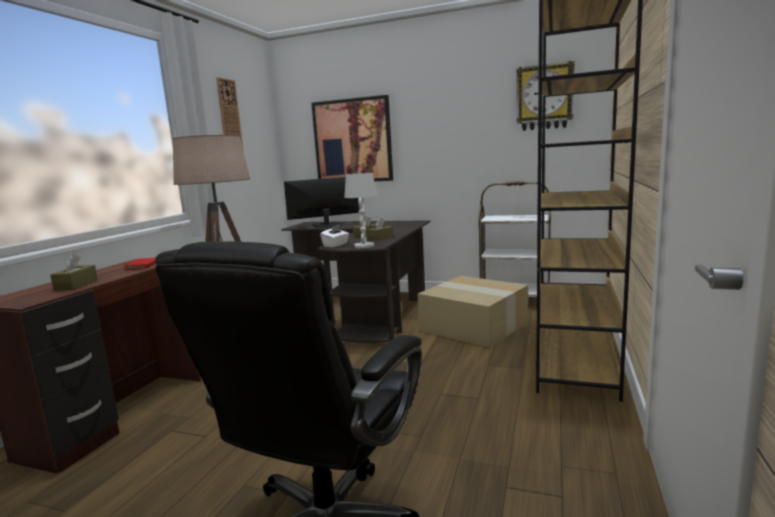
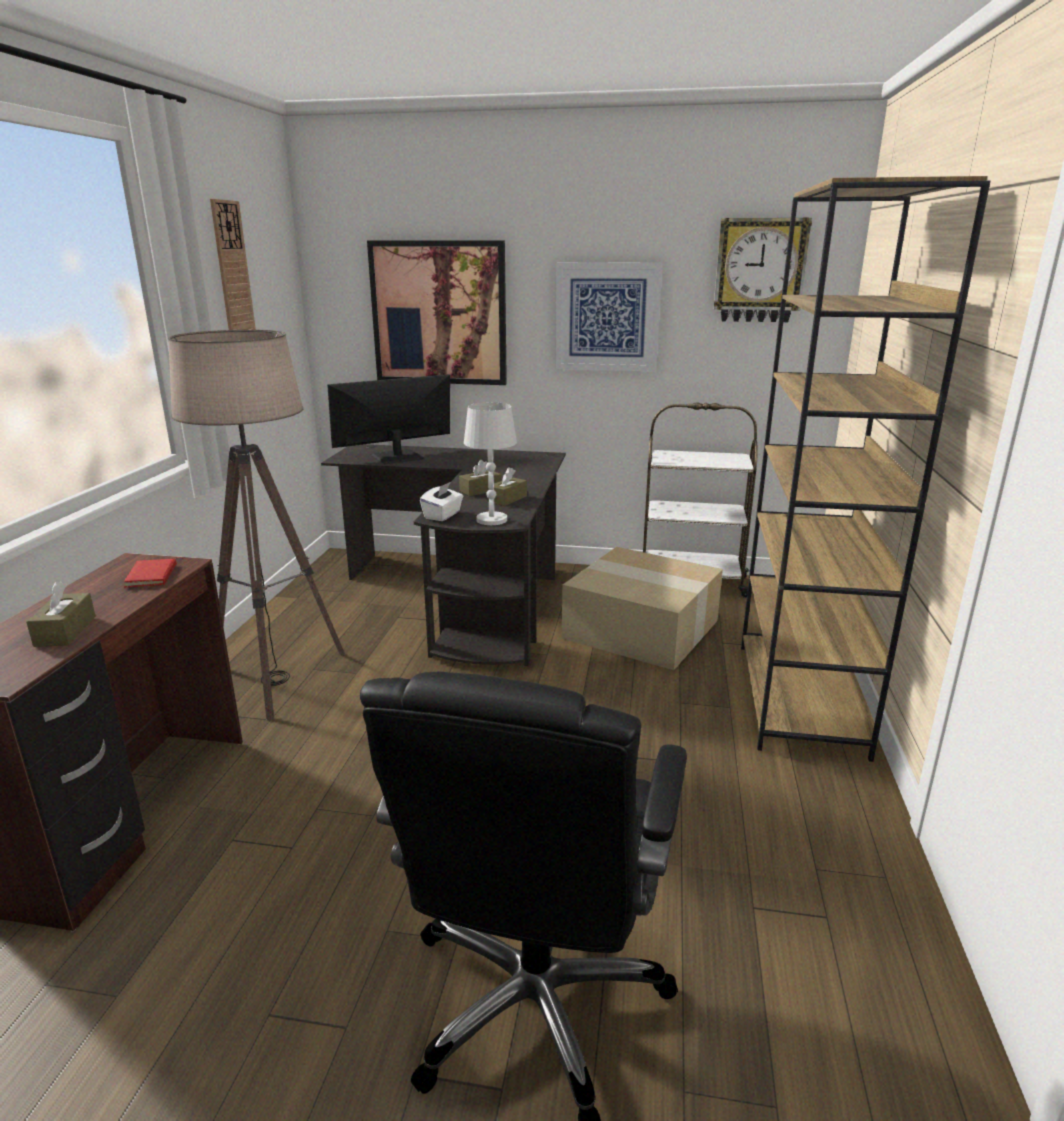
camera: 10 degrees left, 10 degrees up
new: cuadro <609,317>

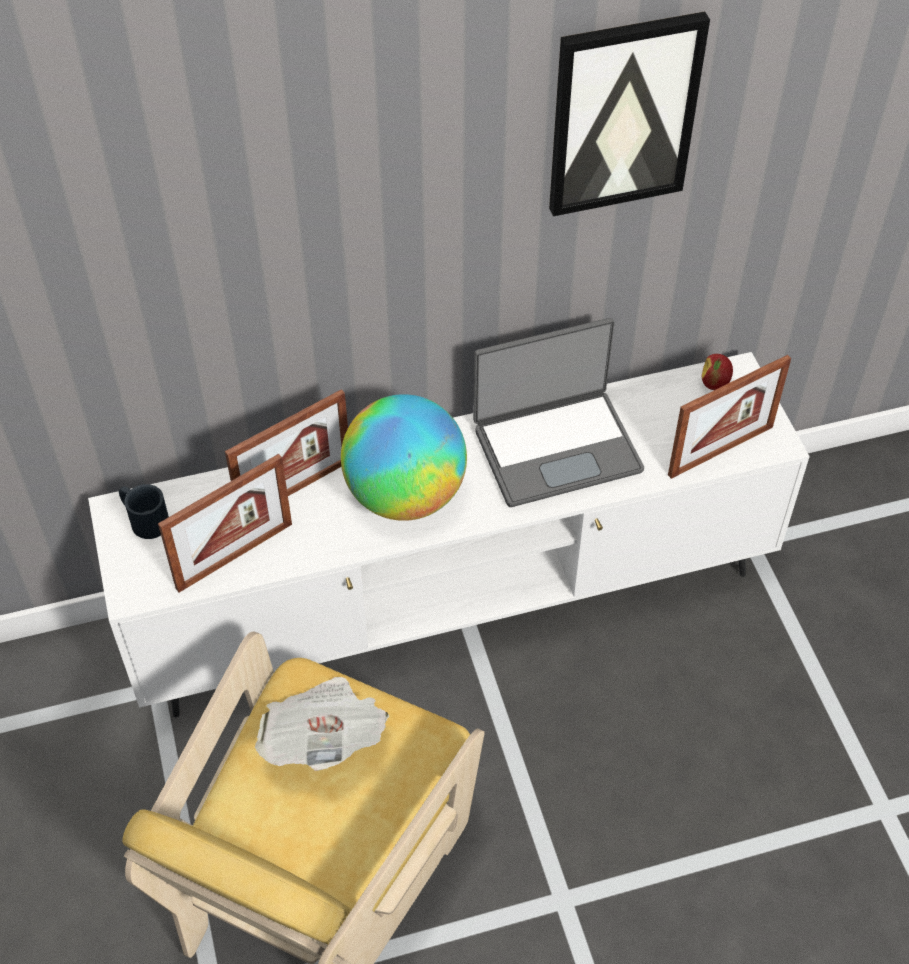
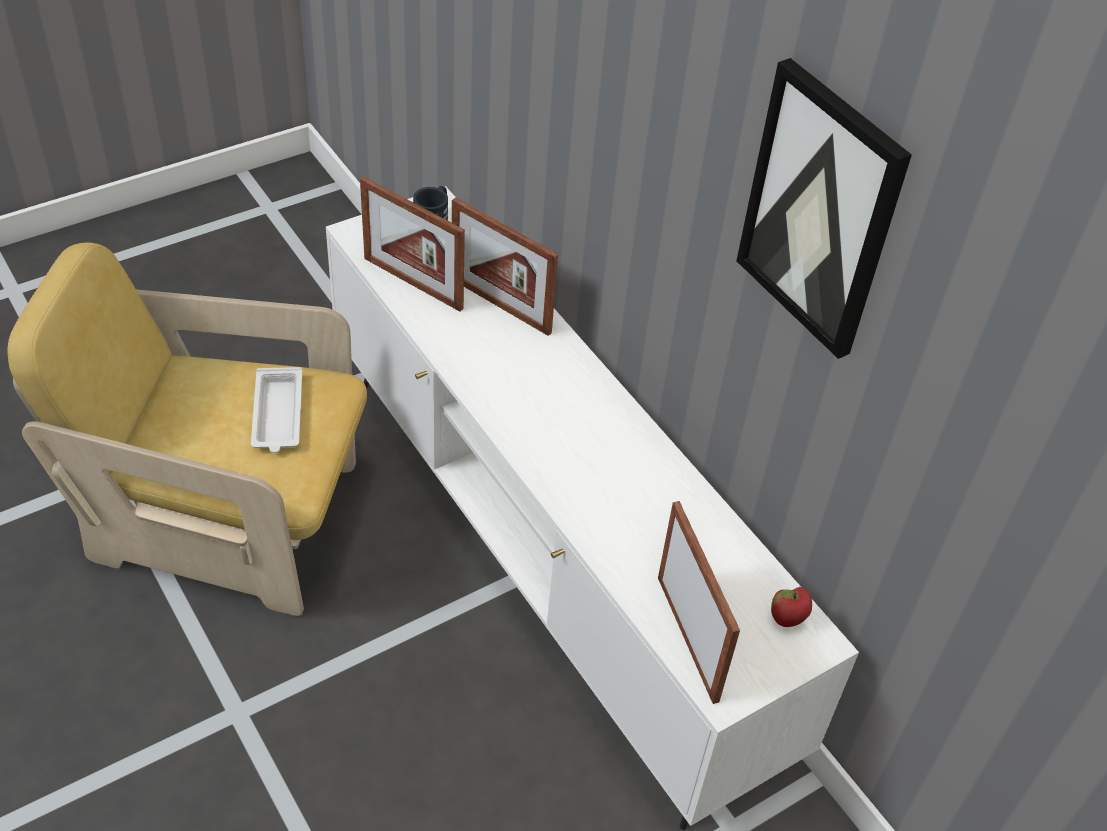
camera: 70 degrees right, 5 degrees down
gone: globo terráqueo <404,457>; portátil <558,412>
swapped: periódico <322,724> to bandeja (blanco) <276,410>
rotated: portarretratos <729,417> = <699,602> 150 degrees counterclockwise

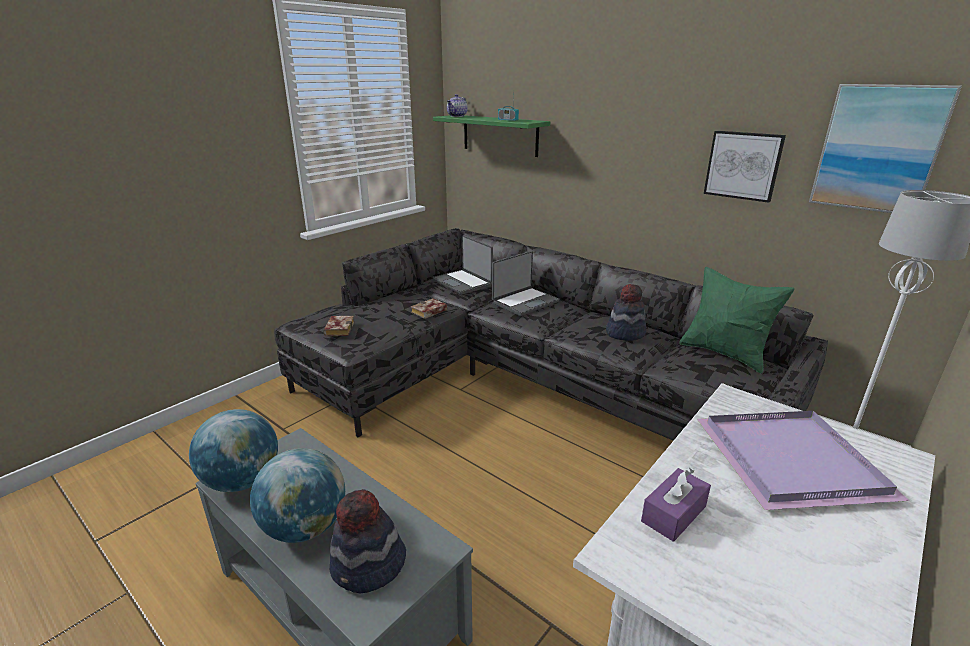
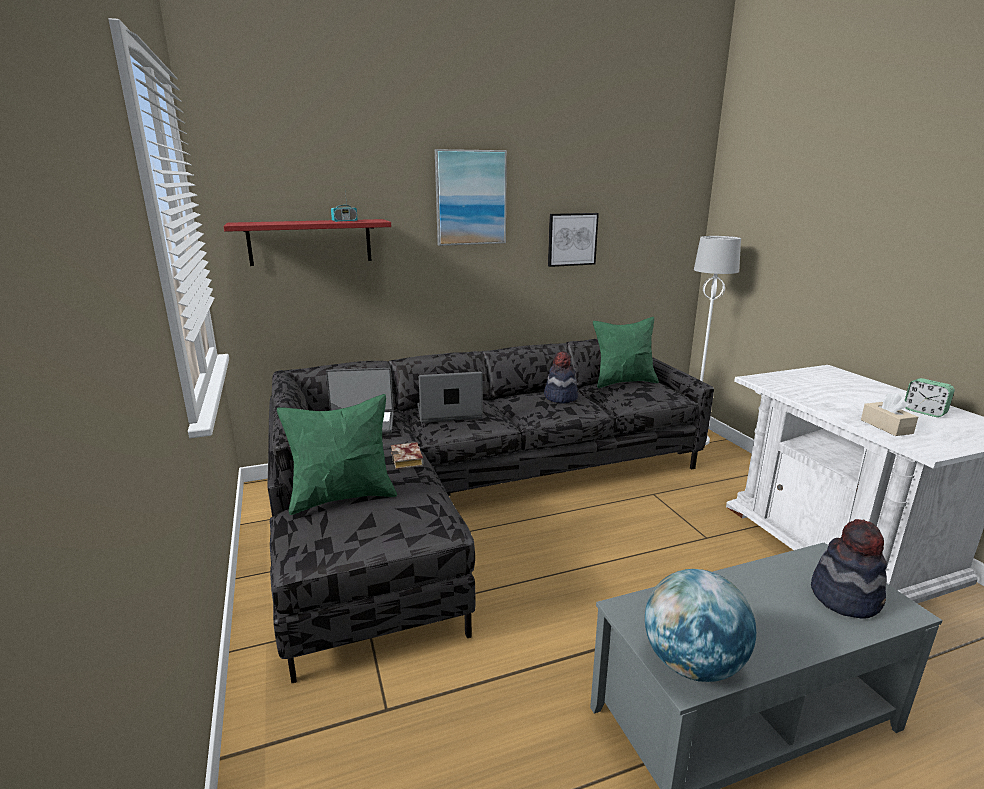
camera: 60 degrees left, 5 degrees down
gone: globo terráqueo <297,495>; libro <339,326>; tetera <457,105>; bandeja (morado) <803,460>
new: cojín (verde) <337,454>; despertador <930,397>
shifted: cuadro <885,148> to <471,197>
repainted: estante (verde) <491,136> to estante (rojo) <307,242>; caja de pañuelos (morado) <676,505> to caja de pañuelos (beis) <889,414>
rotated: portátil <525,283> = <450,397> 90 degrees counterclockwise

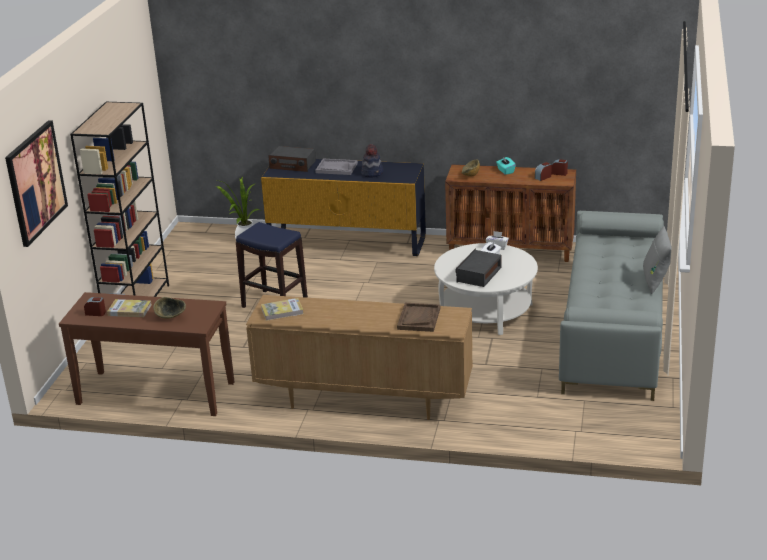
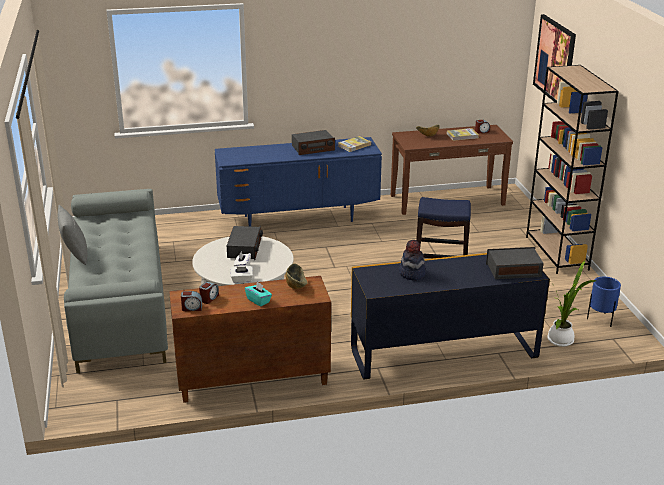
camera: 155 degrees right, 0 degrees up
gone: bandeja (gris) <336,167>; bandeja (marrón) <418,317>
new: radio <313,142>; maceta (azul) <604,302>
repainted: cómoda (marrón) <359,357> to cómoda (azul) <298,182>

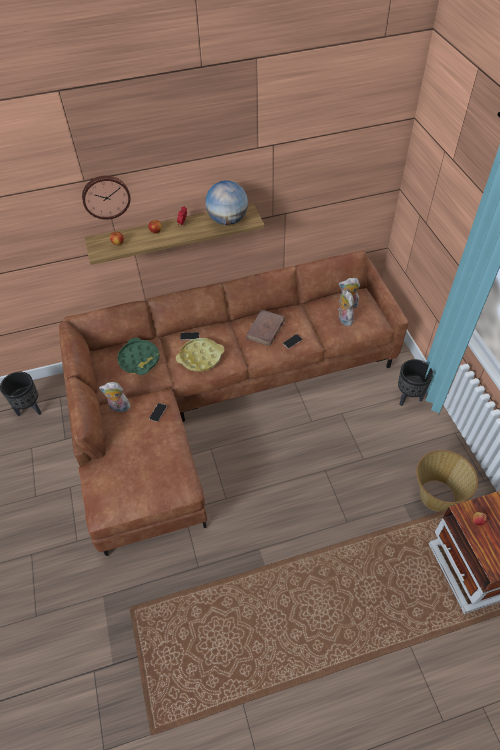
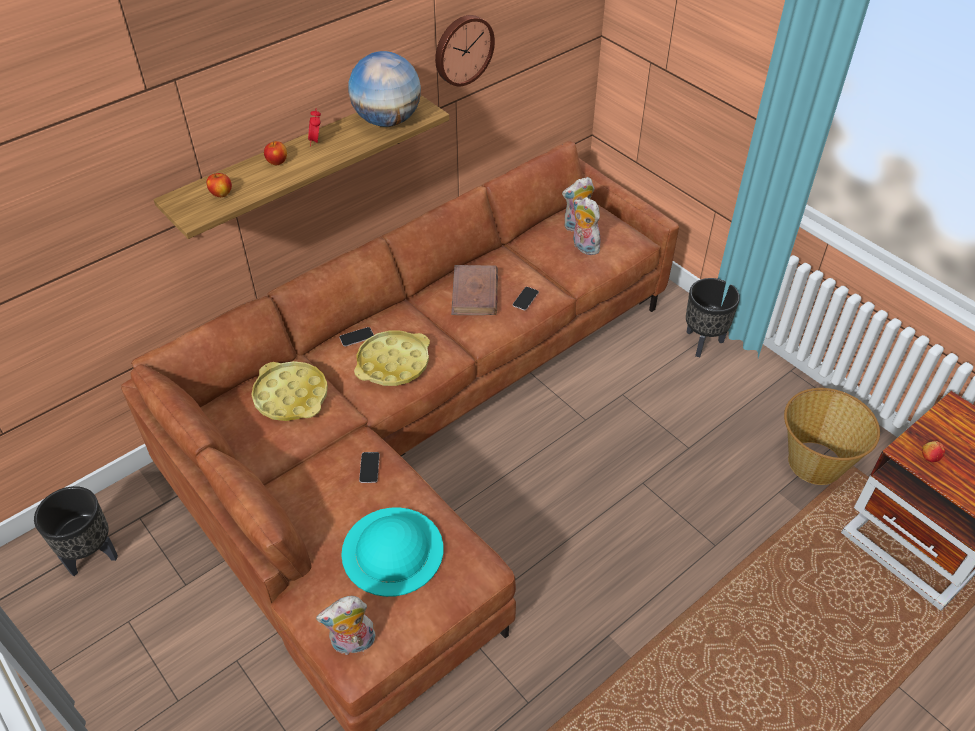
camera: 25 degrees left, 5 degrees down
new: sombrero (turquesa) <392,552>
shifted: peluche <115,397> to <346,625>; reloj de pared <106,198> to <465,50>
repainted: bandeja (verde) <138,356> to bandeja (amarillo) <289,391>

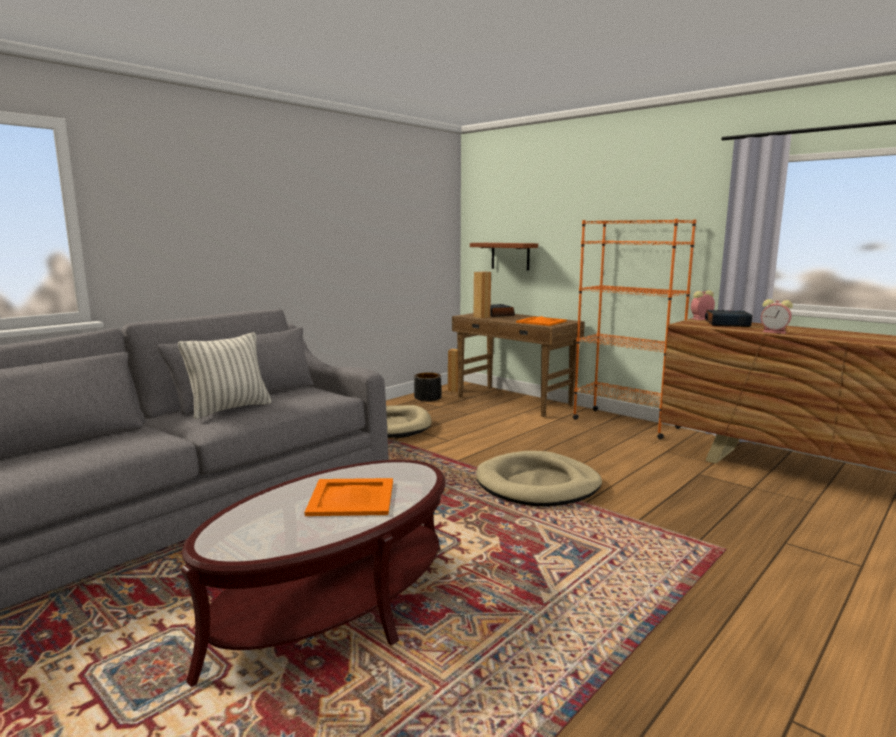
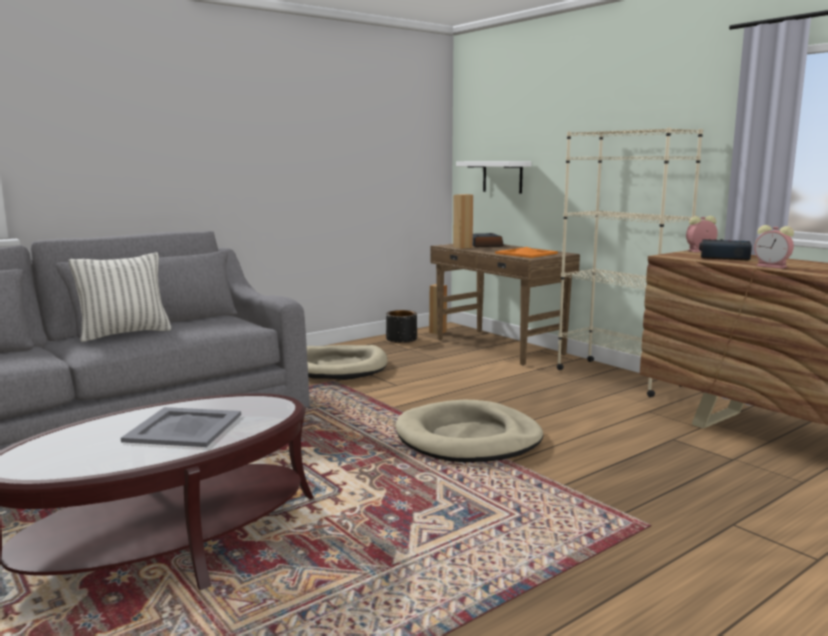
camera: 10 degrees right, 0 degrees up
repainted: bandeja (naranja) <348,497> to bandeja (gris) <181,427>; estante (marrón) <504,256> to estante (blanco) <493,177>; estantería (naranja) <634,329> to estantería (beis) <629,262>

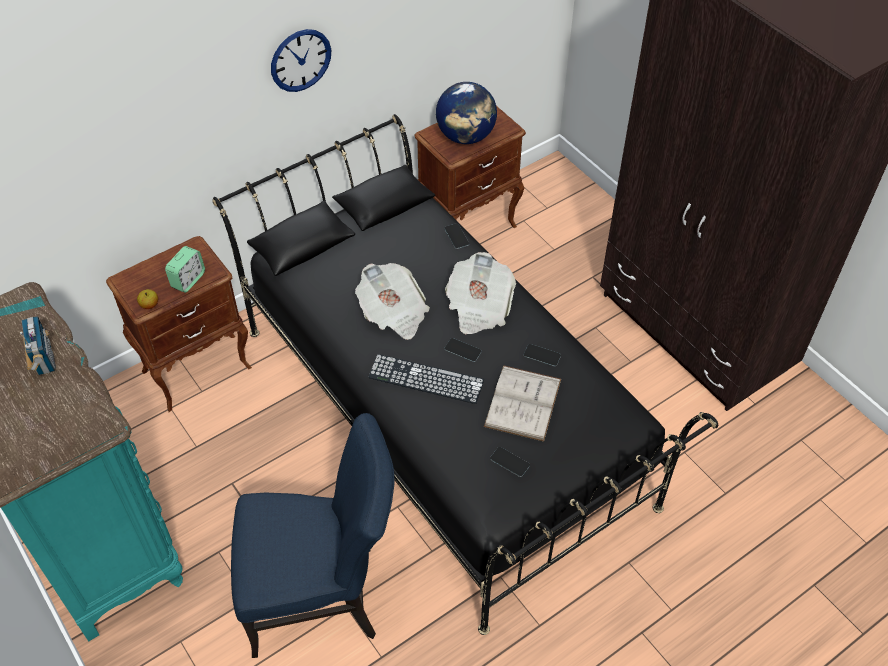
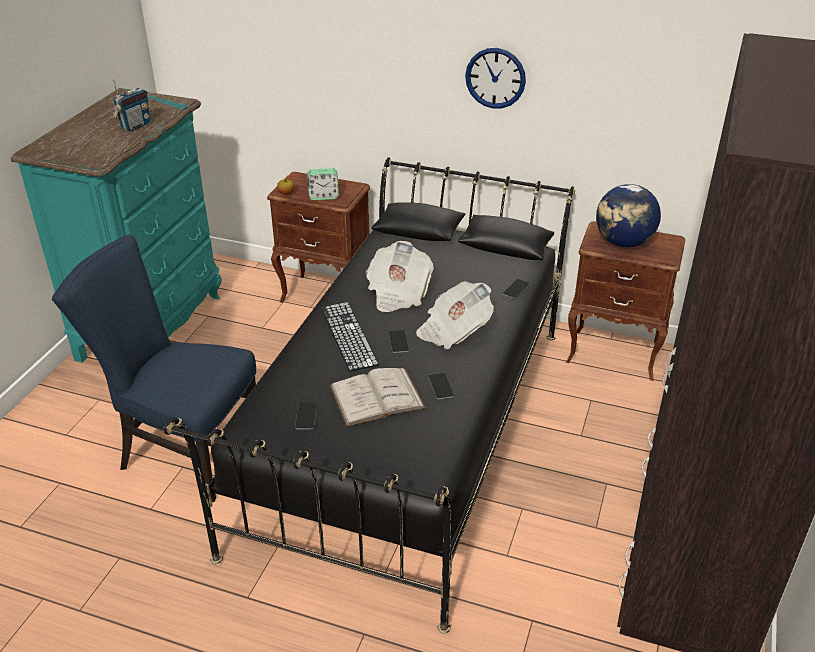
camera: 55 degrees right, 15 degrees down
rotated: silla (azul) <313,535> = <154,368> 150 degrees clockwise

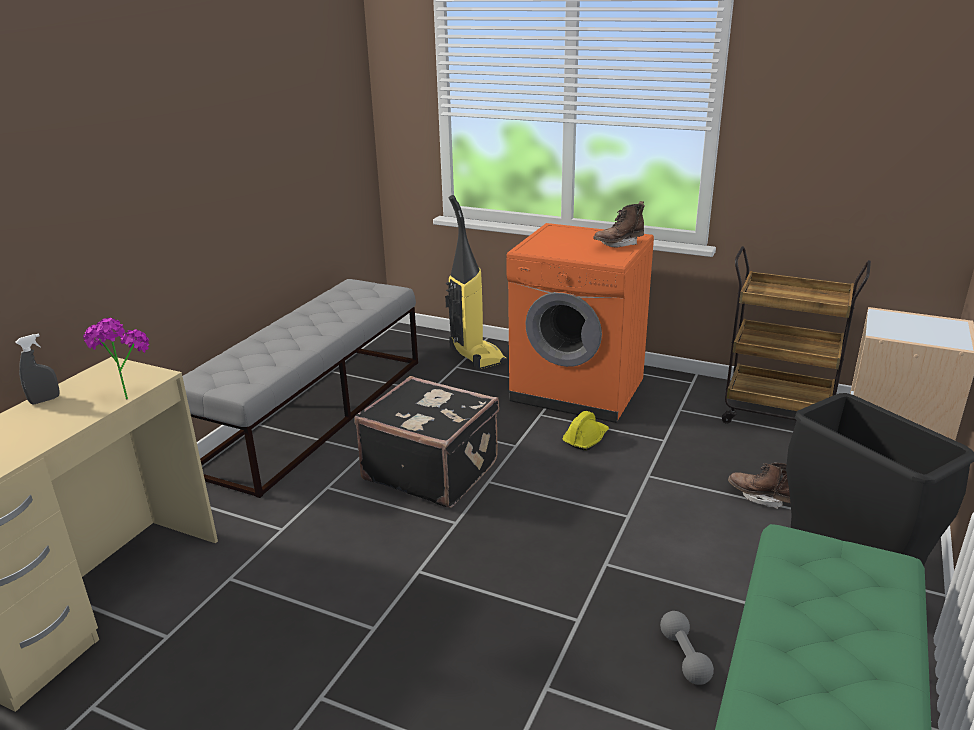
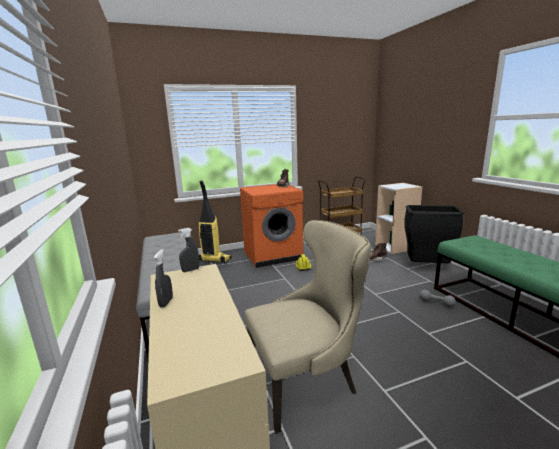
camera: 45 degrees left, 10 degrees down
gone: planta en maceta <116,358>; maleta (negro) <426,442>
new: pulverizador (gris) <189,250>; silla (beis) <308,327>

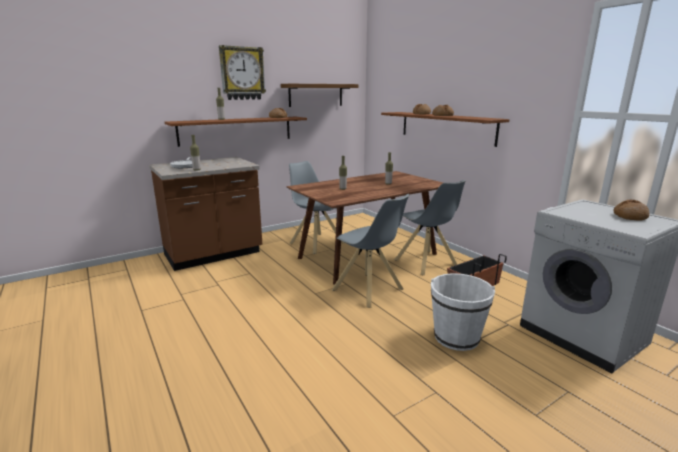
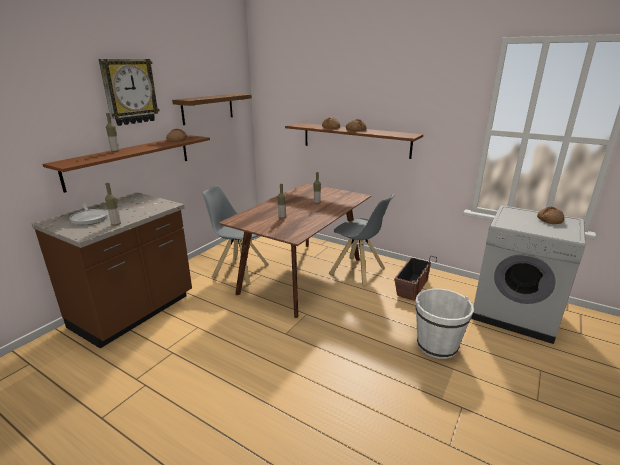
camera: 25 degrees left, 5 degrees up
gone: silla (gris) <370,251>

